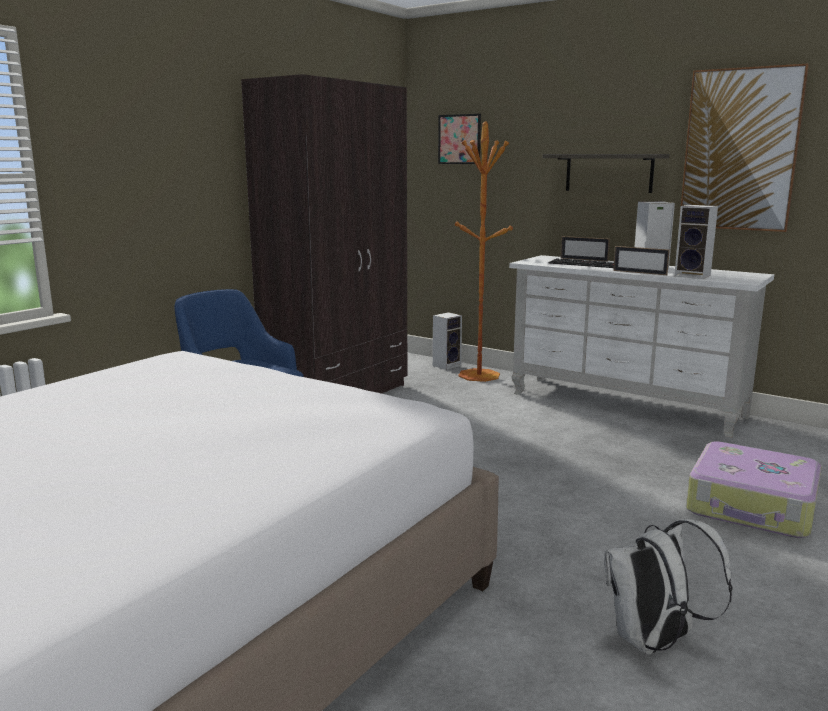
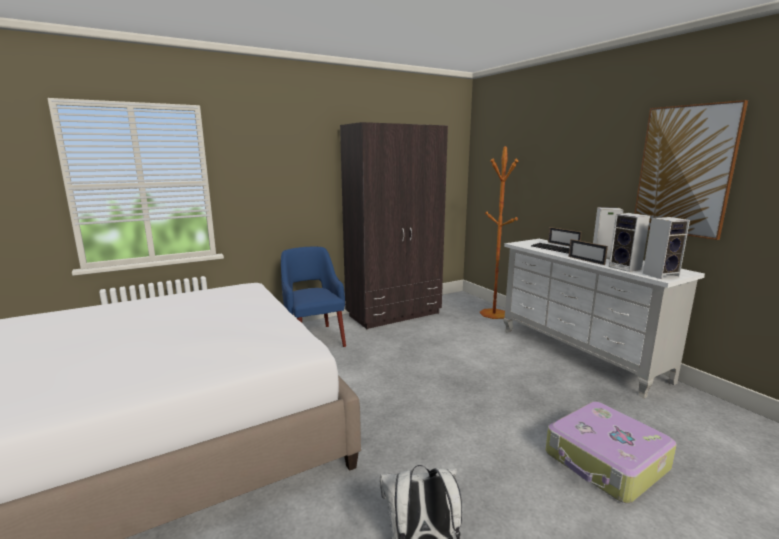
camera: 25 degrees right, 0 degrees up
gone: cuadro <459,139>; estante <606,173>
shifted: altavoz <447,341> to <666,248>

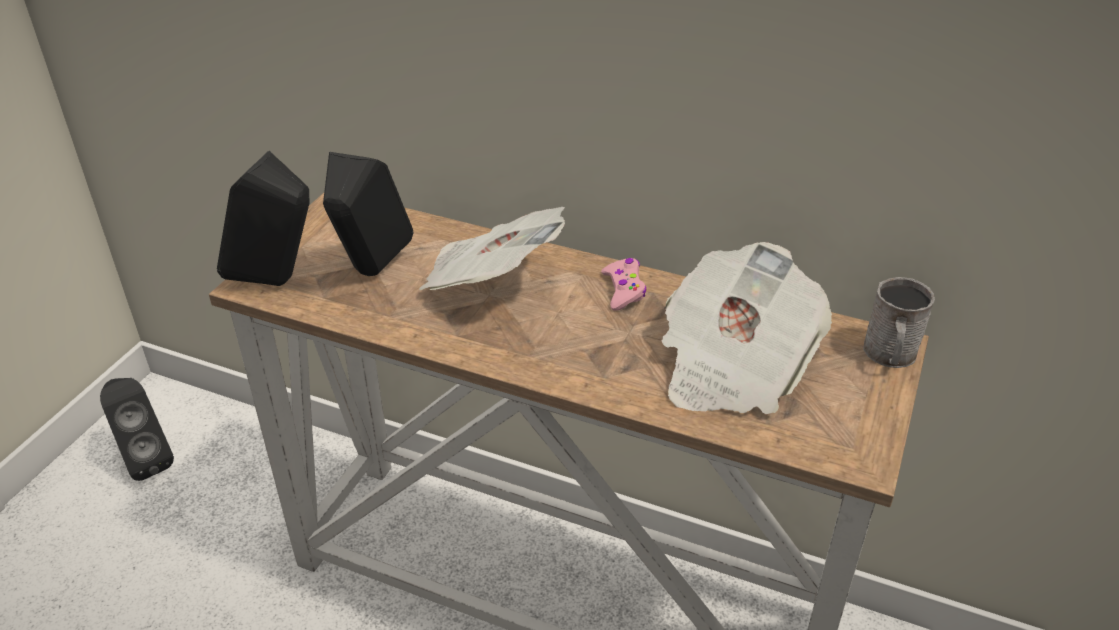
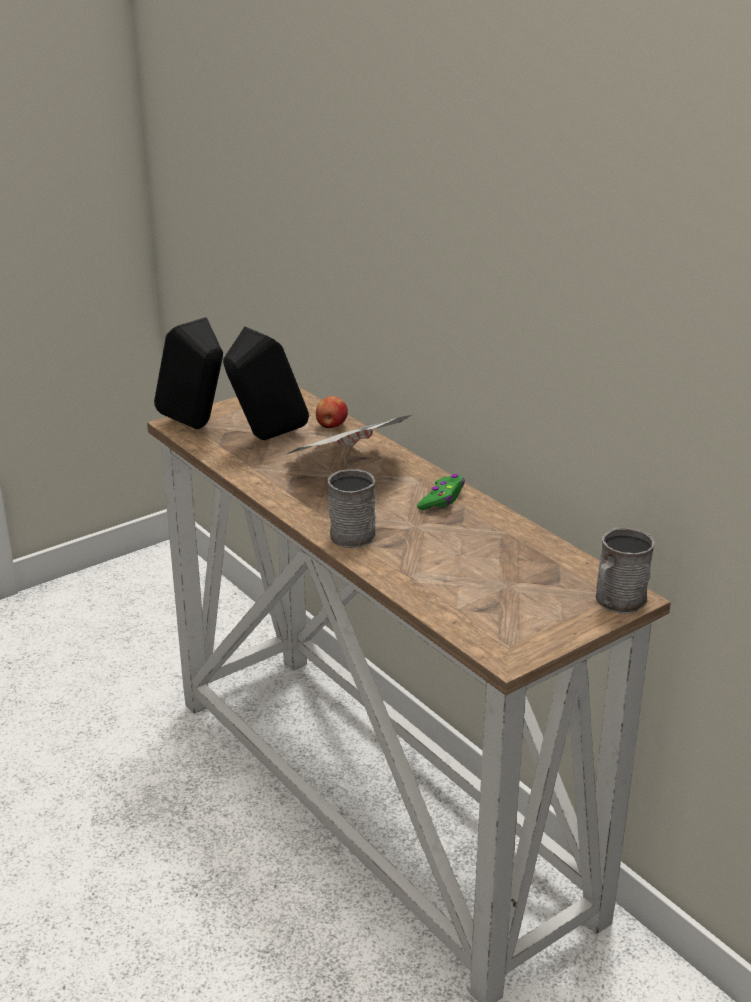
camera: 30 degrees right, 10 degrees down
gone: altavoz (negro) <137,429>; periódico <747,328>
new: manzana <332,412>; taza grande (gris) <352,508>
repainted: mando de consola (rosa) <623,284> to mando de consola (verde) <441,492>

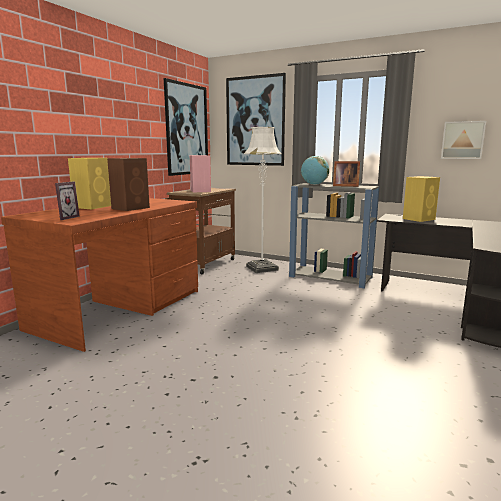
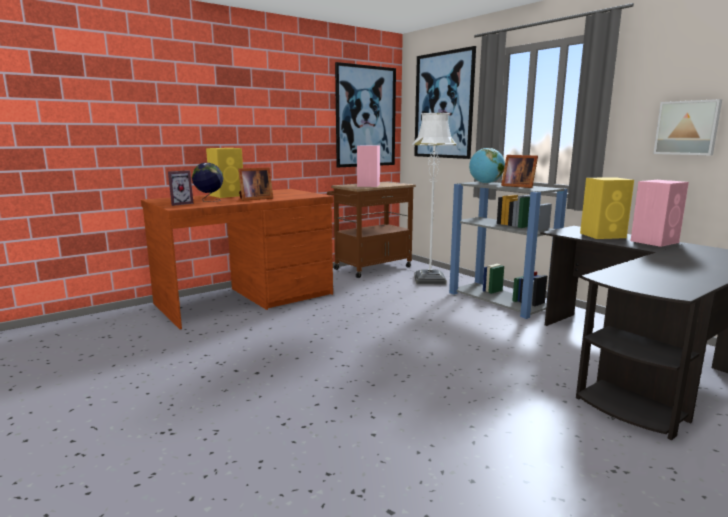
camera: 25 degrees right, 0 degrees up
new: globo terráqueo <207,182>; altavoz (rosa) <659,213>
swapped: altavoz (marrón) <128,184> to portarretratos <255,184>

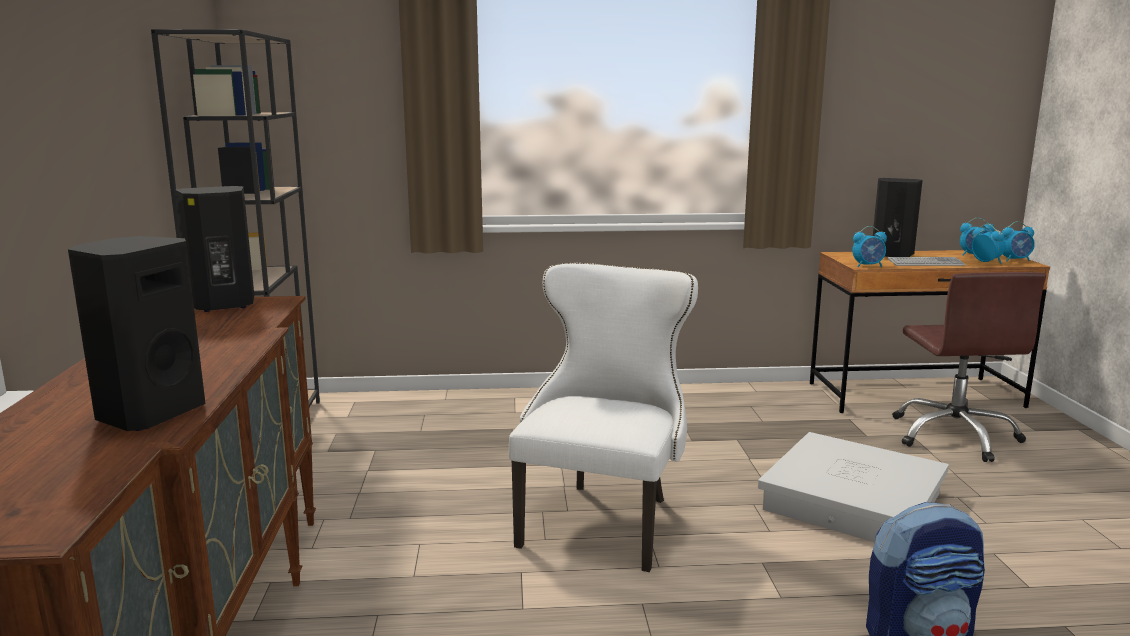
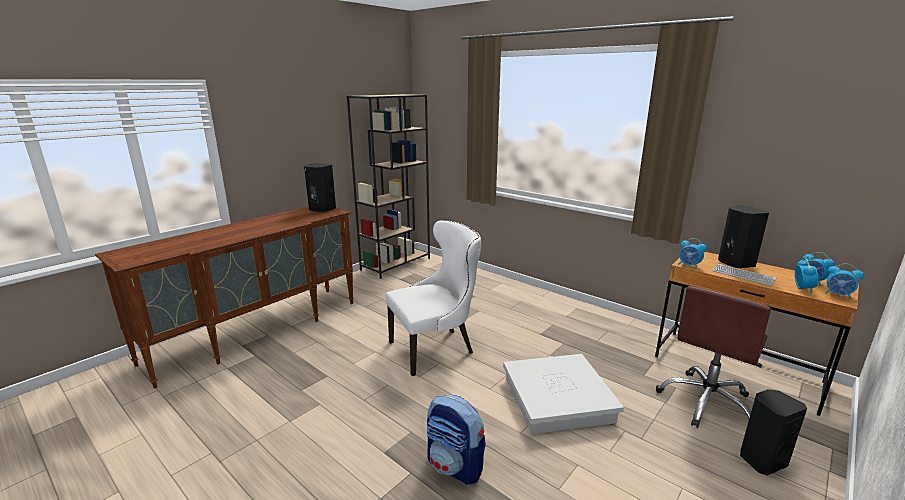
camera: 45 degrees right, 5 degrees up
shifted: altavoz (negro) <137,333> to <773,432>

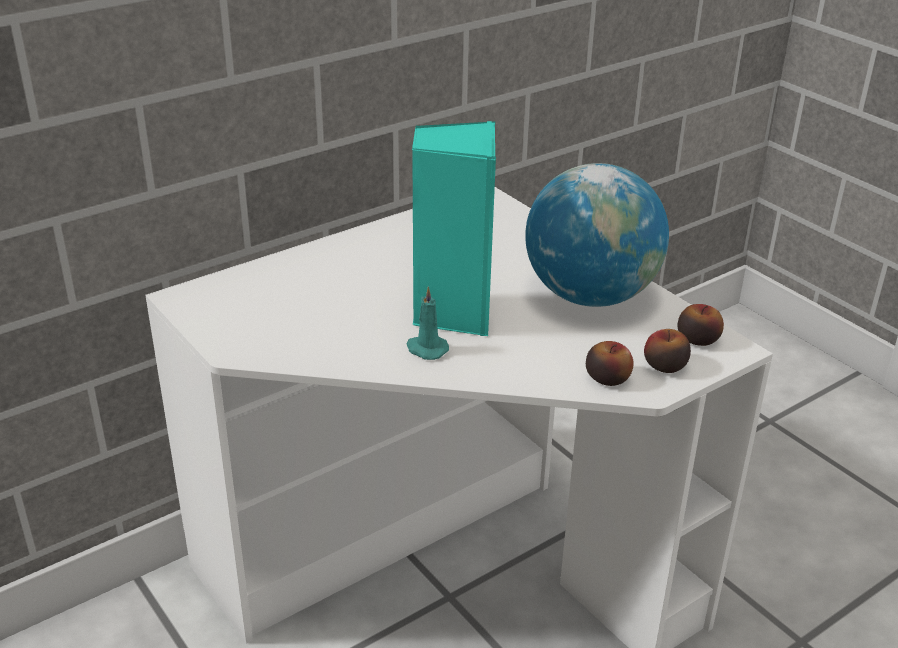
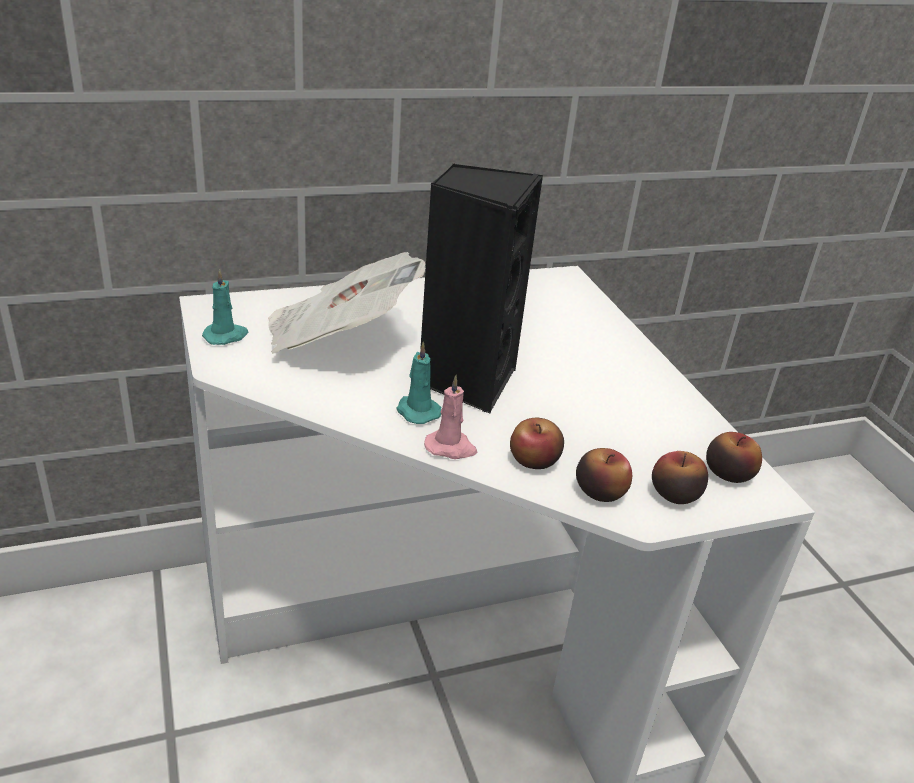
camera: 15 degrees right, 0 degrees up
gone: globo terráqueo <597,235>
new: vela (turquesa) <225,307>; periódico <347,303>; vela (rosa) <450,417>; manzana <537,443>
repainted: altavoz (turquesa) <454,228> to altavoz (negro) <481,289>

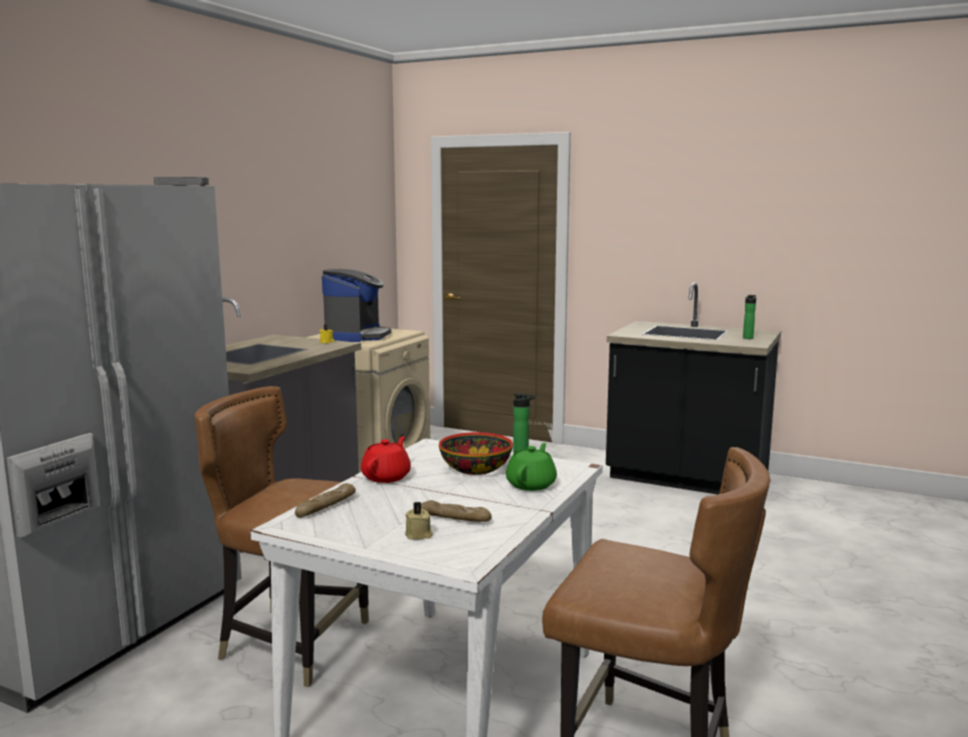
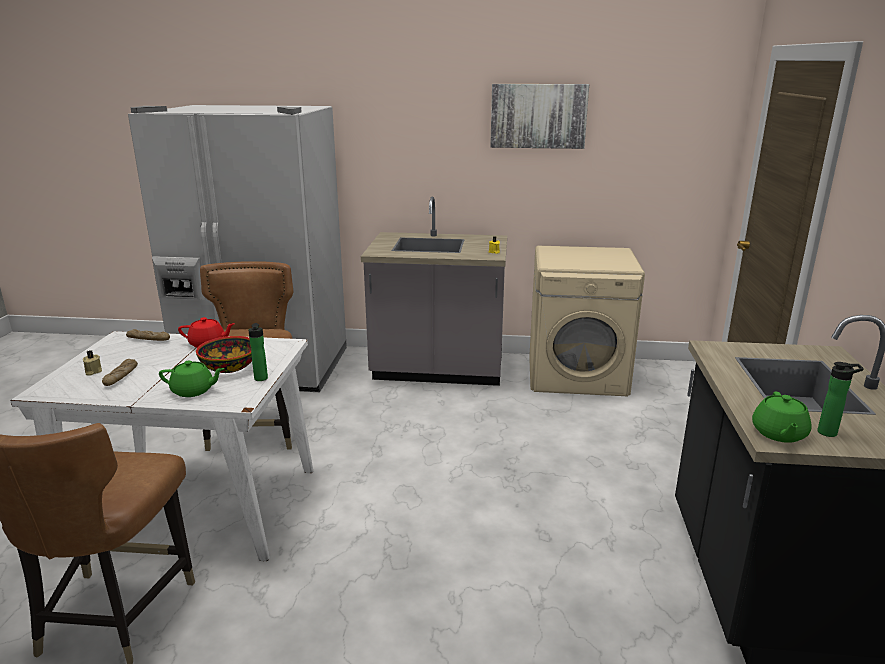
camera: 70 degrees right, 10 degrees up
gone: cafetera <356,305>
new: cuadro <539,116>; tetera (verde) <782,417>

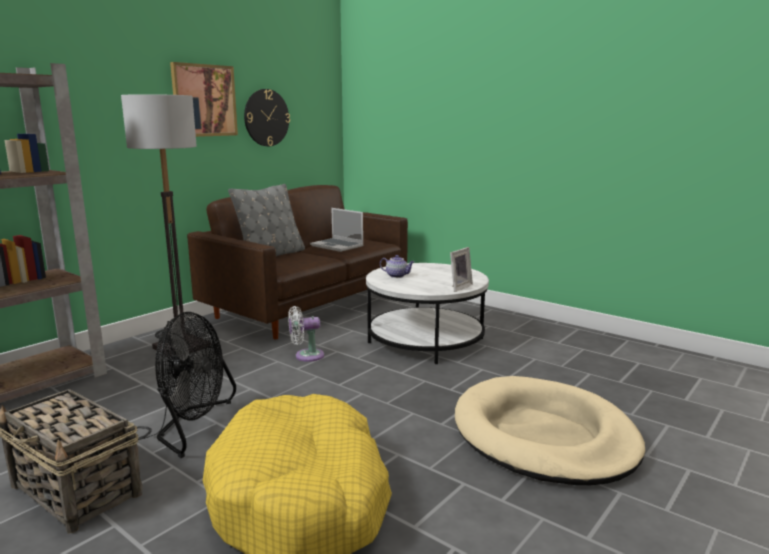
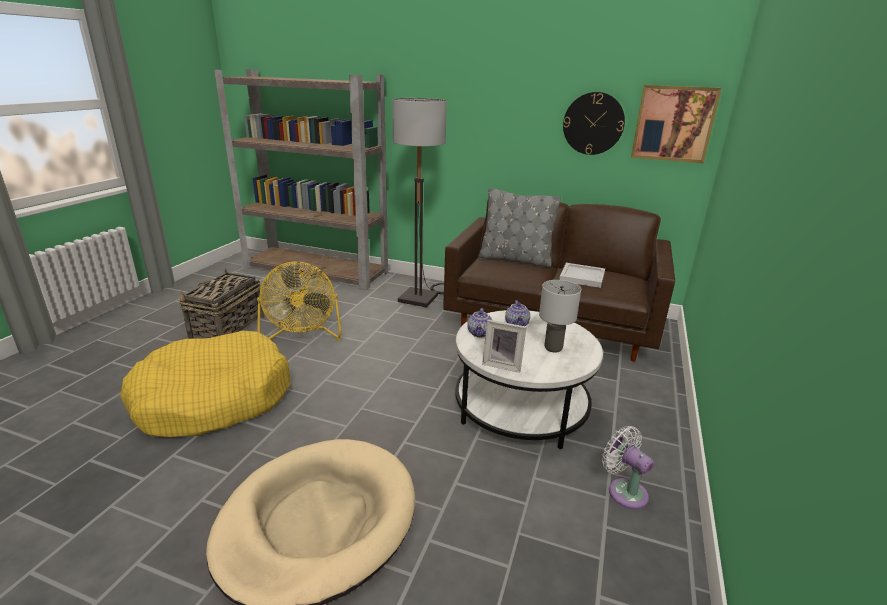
camera: 70 degrees right, 10 degrees up
new: tetera <479,322>; lámpara de mesa (blanco) <560,316>
shifted: ventilador (blanco) <306,334> to <628,467>; cuadro <204,99> to <676,124>
swapped: portátil <337,230> to bandeja (blanco) <582,275>
repainted: ventilador (negro) <186,385> to ventilador (amarillo) <299,301>

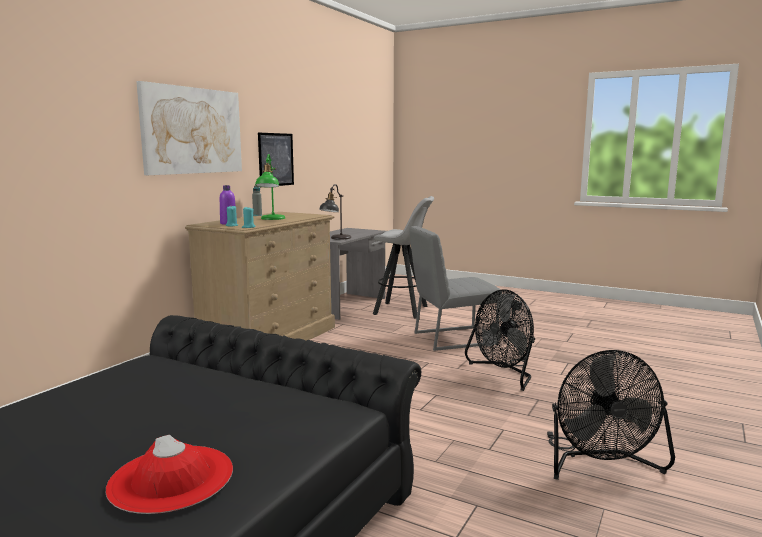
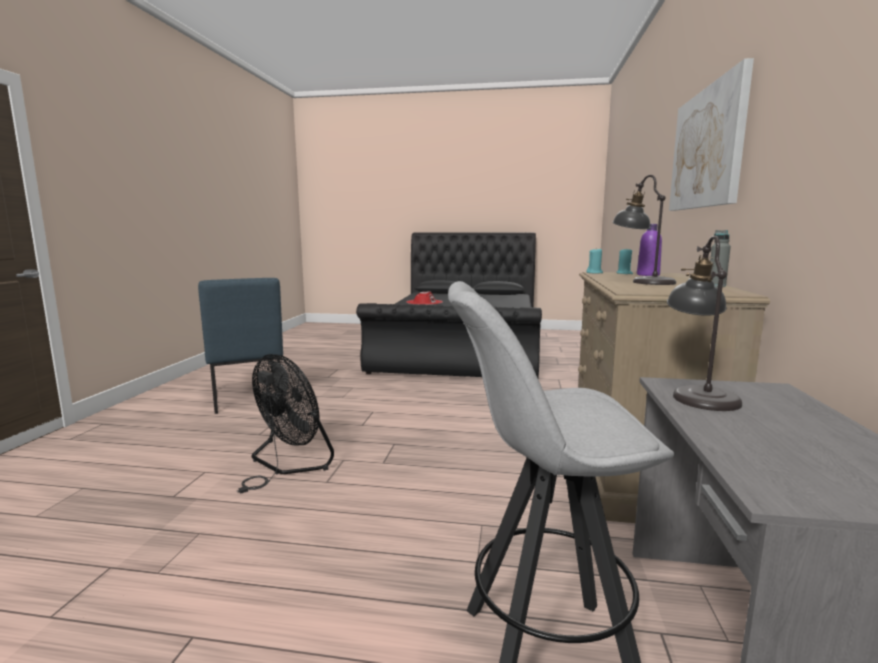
camera: 160 degrees right, 0 degrees up
gone: cuadro <276,159>; silla (gris) <455,288>
swapped: ventilador (negro) <611,415> to silla (azul) <240,346>
repainted: lámpara de mesa (verde) <270,187> to lámpara de mesa (gris) <644,230>

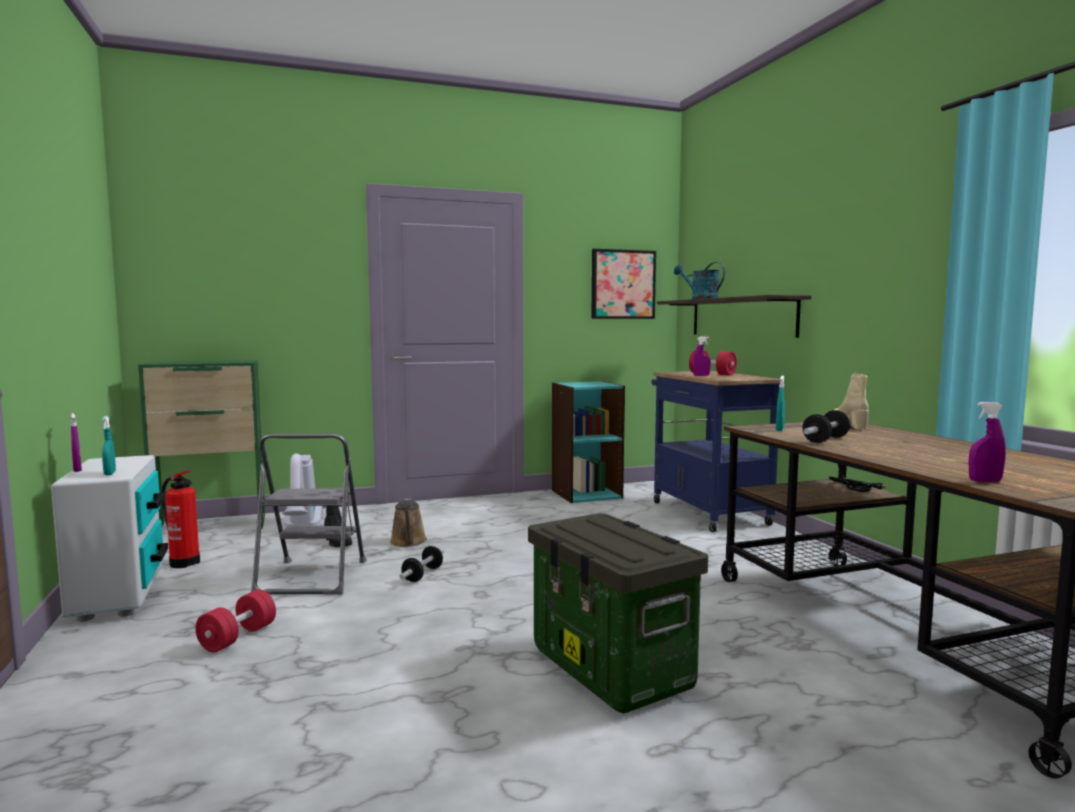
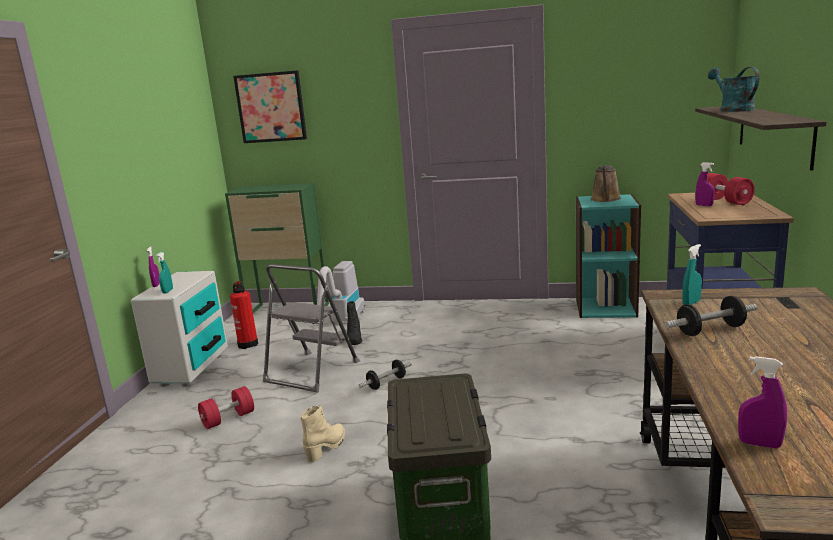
camera: 30 degrees right, 10 degrees up
shifted: cuadro <623,284> to <270,106>; bota (beis) <851,401> to <322,434>; regadera (marrón) <408,523> to <606,183>

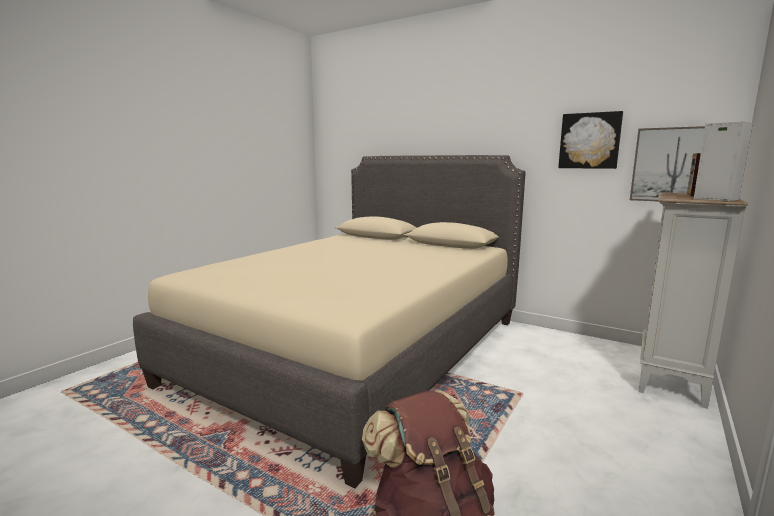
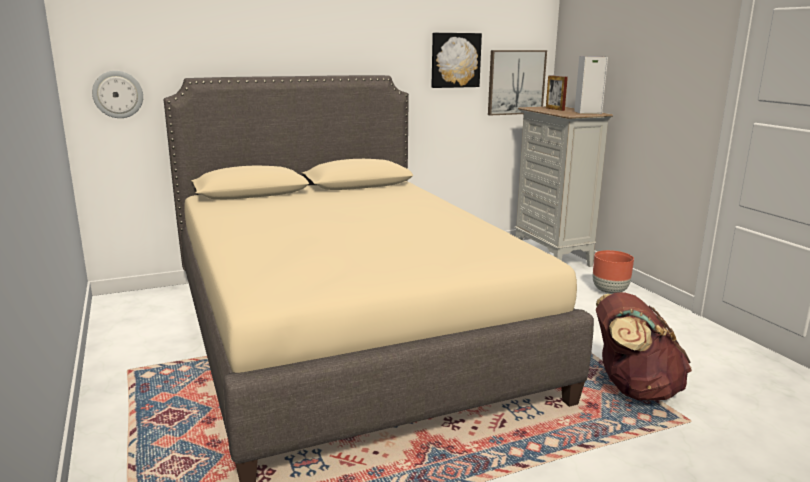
camera: 55 degrees left, 5 degrees up
new: reloj de pared <117,94>; maceta (marrón) <613,272>

